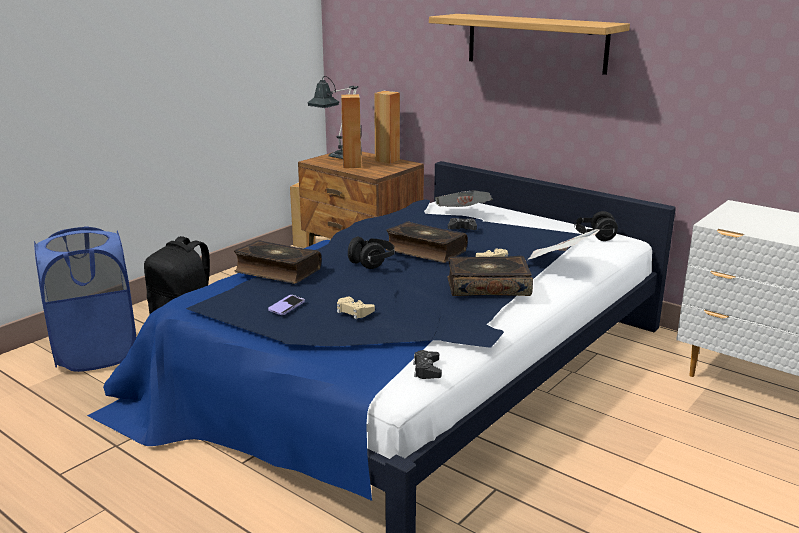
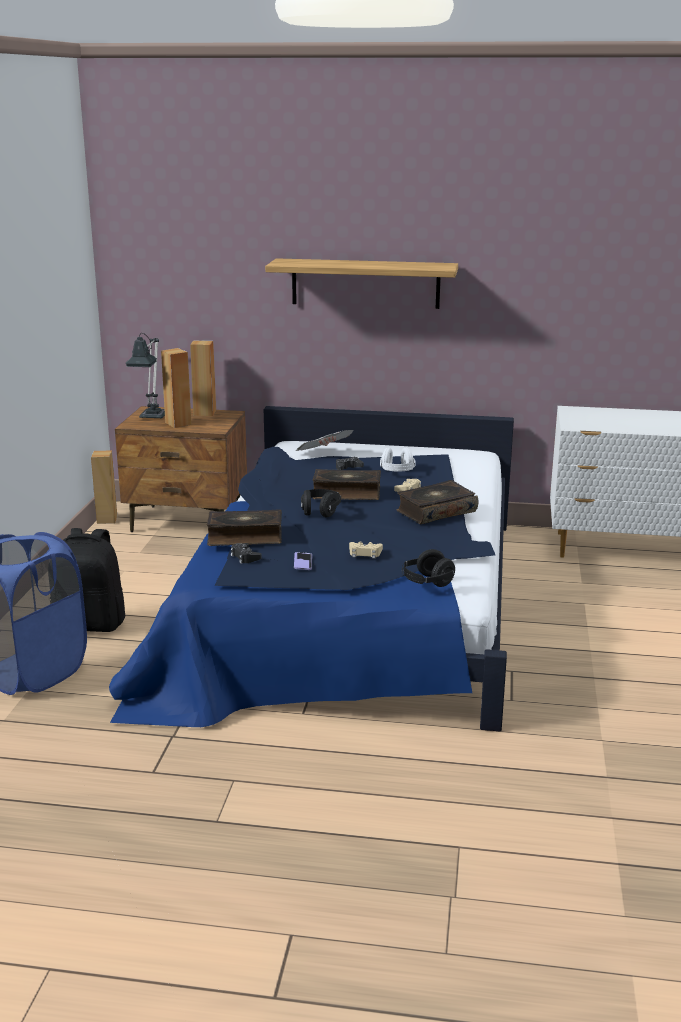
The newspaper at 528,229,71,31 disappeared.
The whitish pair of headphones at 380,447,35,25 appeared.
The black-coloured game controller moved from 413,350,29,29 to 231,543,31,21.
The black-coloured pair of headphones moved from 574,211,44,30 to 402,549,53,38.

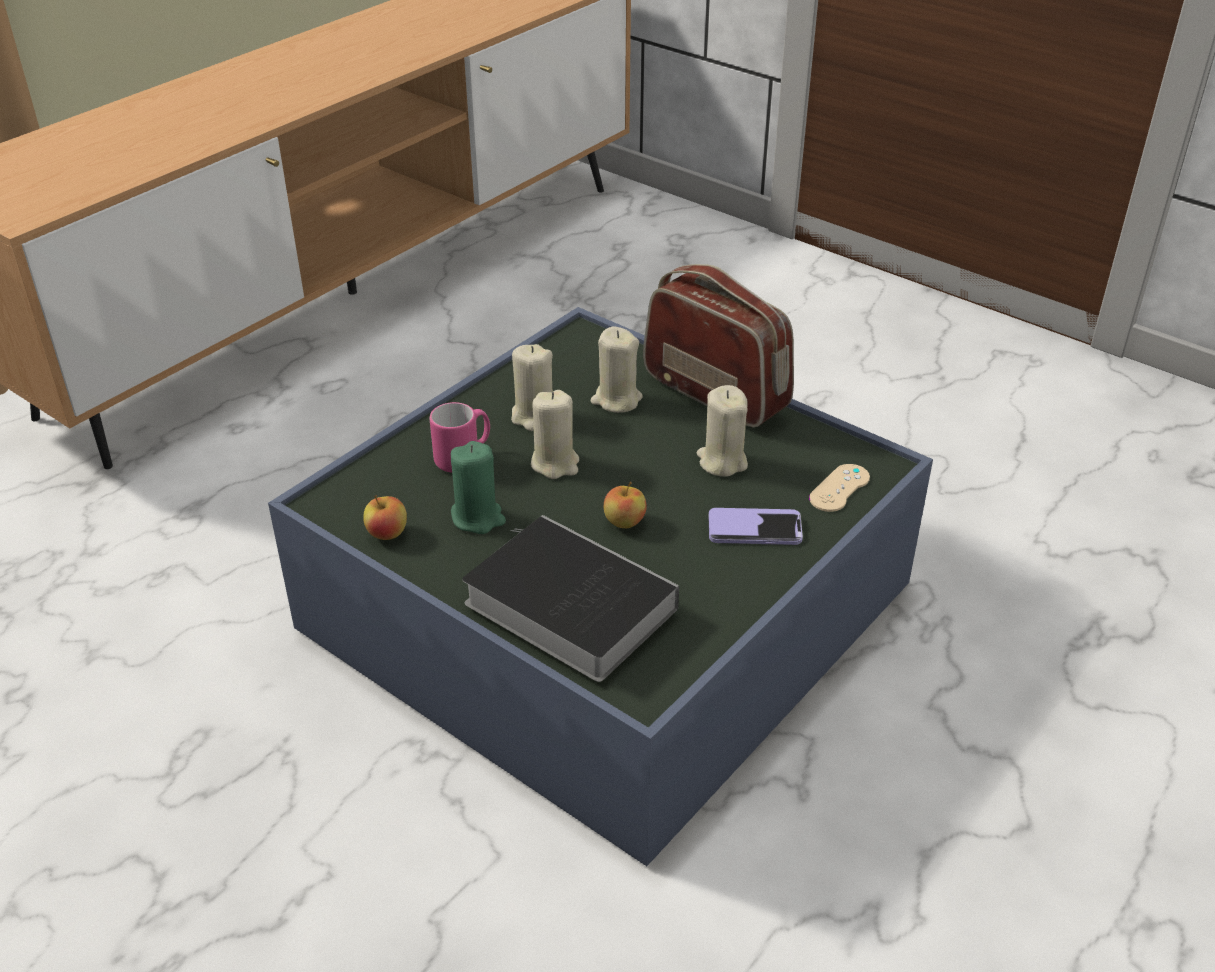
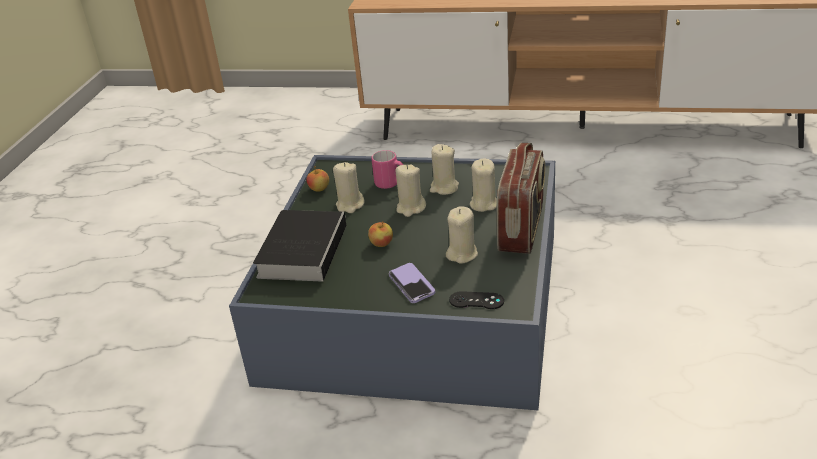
The greenish wax light at 451,441,55,93 became the beige wax light at 333,162,32,51.
The beige game controller at 809,464,61,48 became the black-coloured game controller at 449,291,55,18.

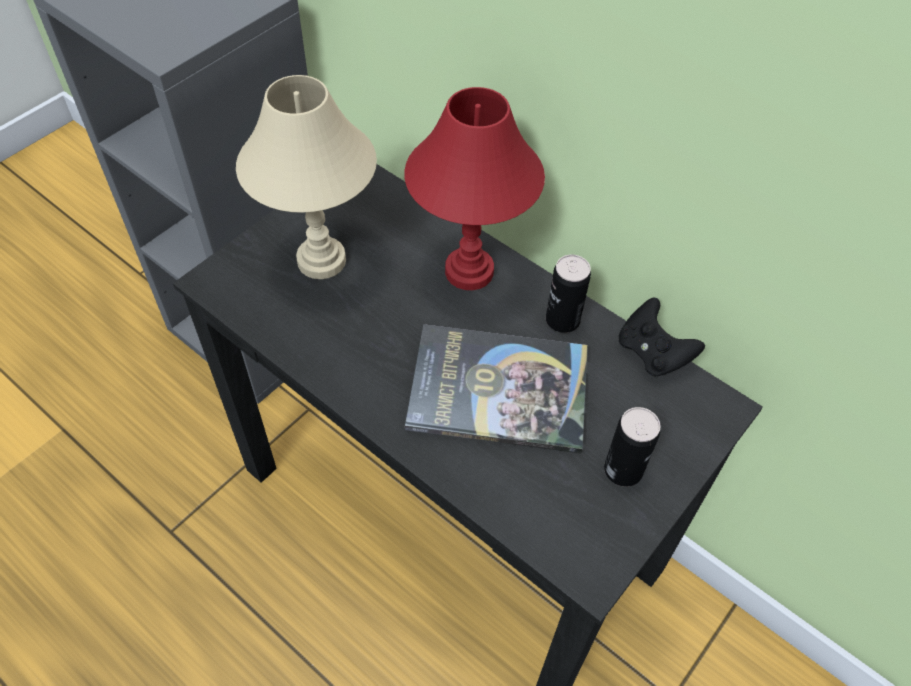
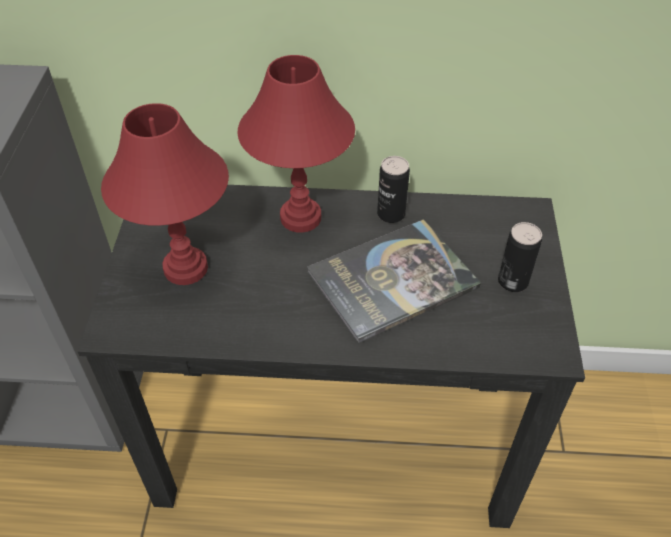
The black-coloured game controller at 619,298,86,78 disappeared.
The beige tabletop lamp at 236,75,141,204 became the red tabletop lamp at 101,103,128,182.

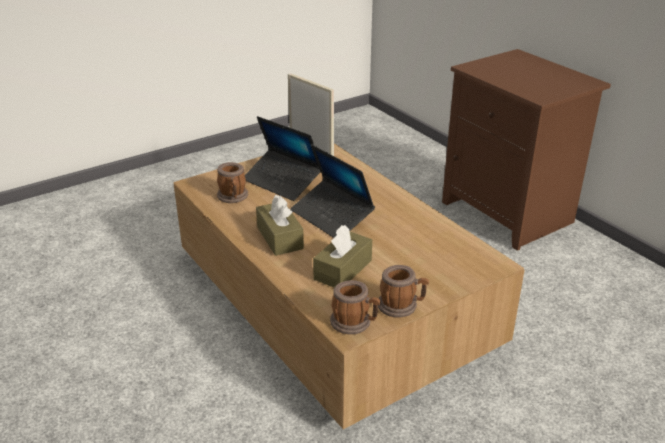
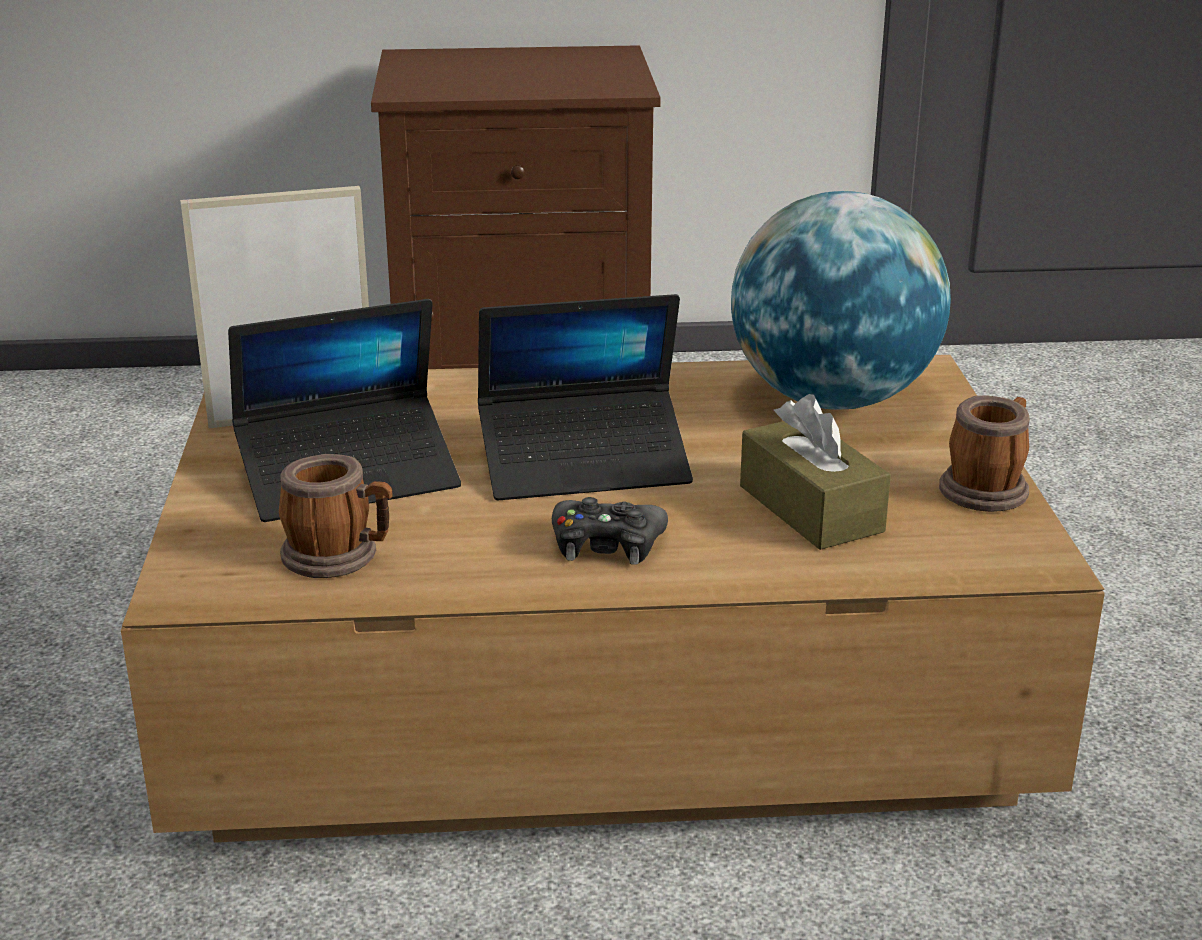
The mug at 330,280,50,54 disappeared.
The globe at 731,191,220,219 appeared.
The brown box of tissues at 256,195,48,61 was replaced by the black-coloured game controller at 552,497,116,68.

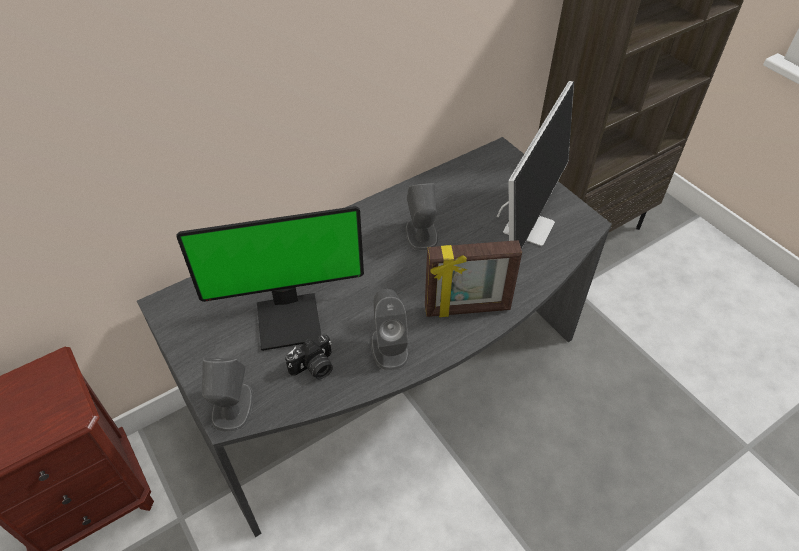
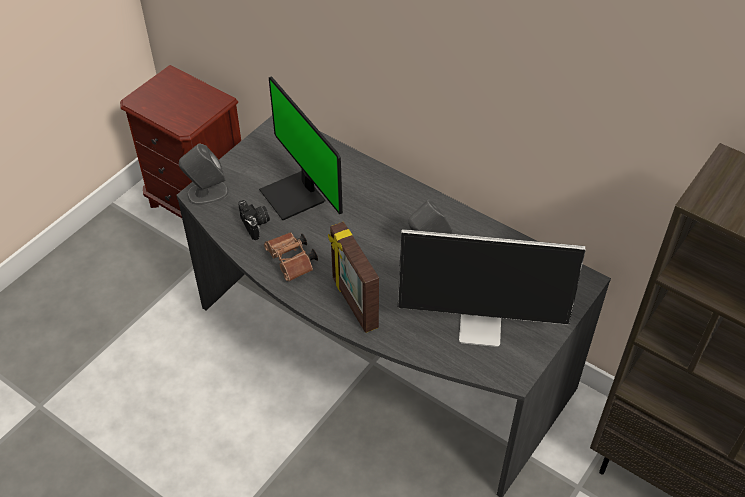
The grey speaker at 371,289,38,82 was replaced by the brown pair of binoculars at 264,232,54,49.
The photo camera at 285,335,48,44 turned 150 degrees counterclockwise.

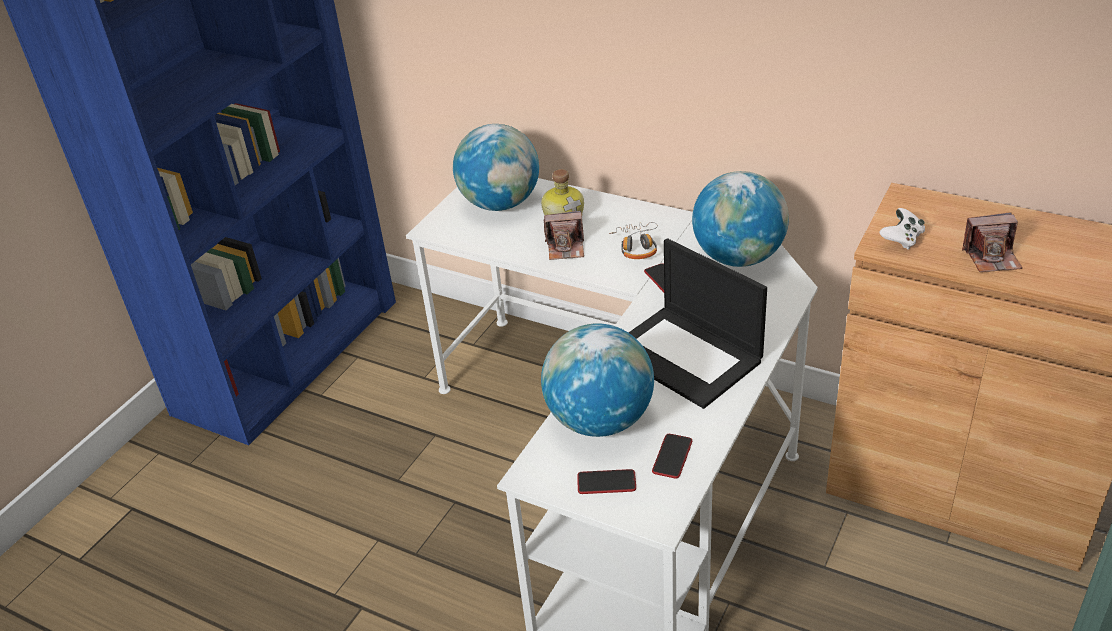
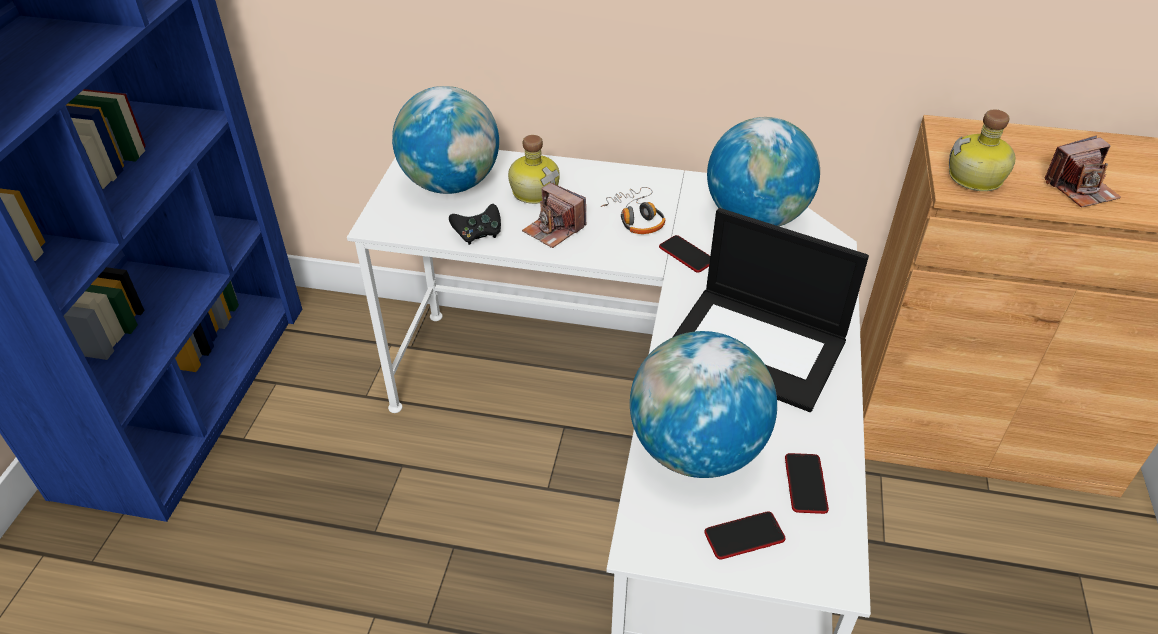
The black-coloured game controller at 449,204,52,41 appeared.
The whitish game controller at 879,208,46,42 was replaced by the beverage bottle at 949,109,66,82.
The photo camera at 543,211,41,49 turned 60 degrees clockwise.

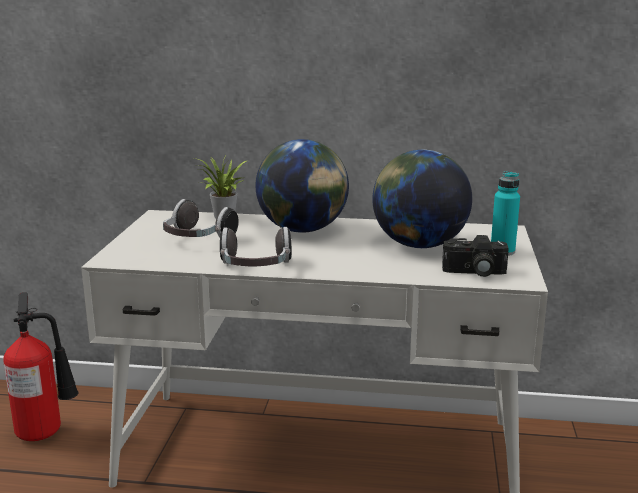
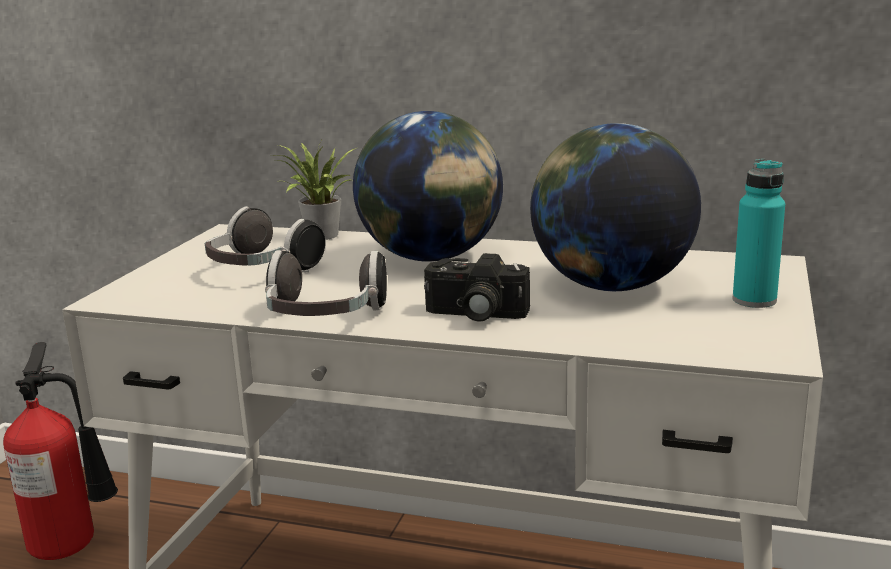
The photo camera moved from 442,235,67,42 to 424,253,106,69.

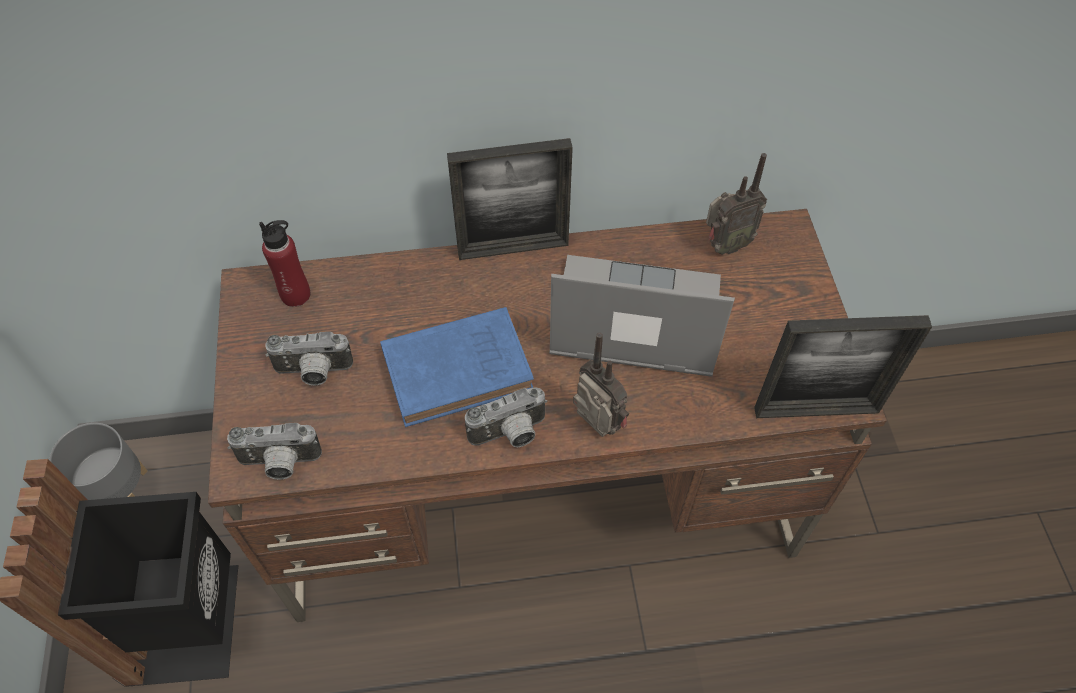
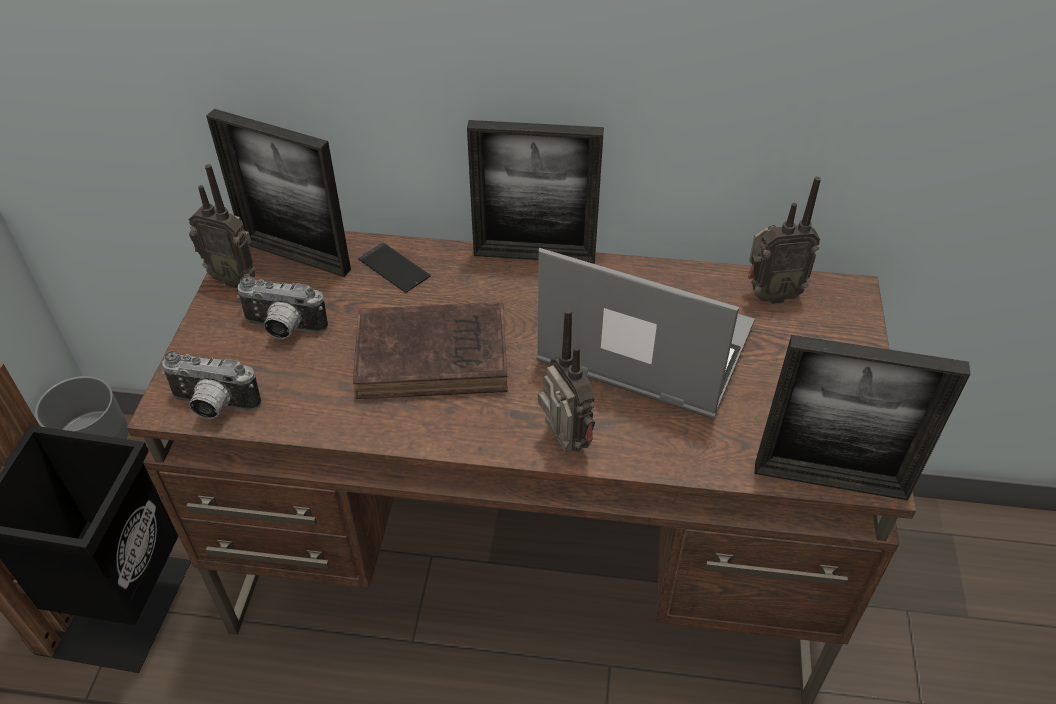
The photo camera at 465,388,83,59 disappeared.
The radio set at 189,164,67,124 appeared.
The telephone at 358,242,73,51 appeared.
The red beverage bottle at 259,220,52,87 was replaced by the standing frame at 206,109,145,168.
The blue-coloured volume at 380,307,154,120 became the brown volume at 353,302,155,97.

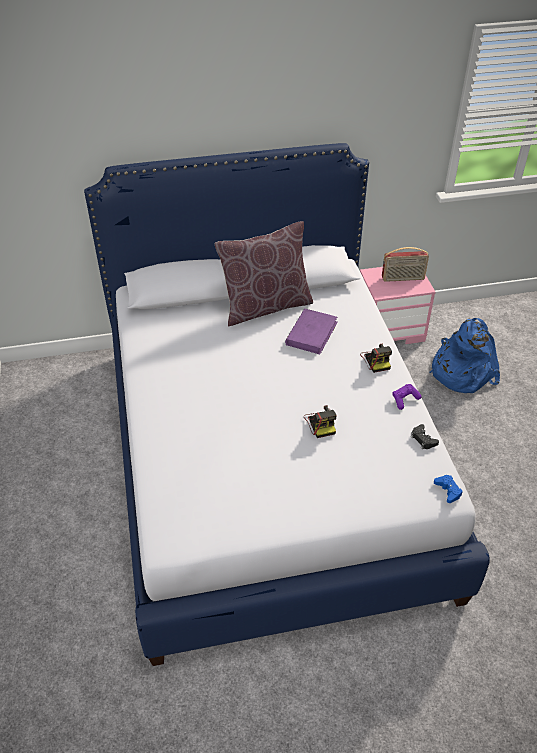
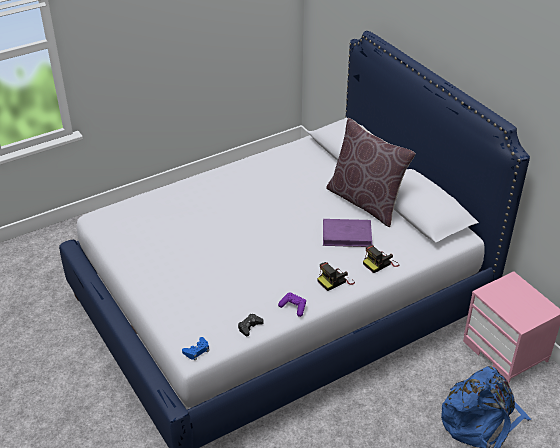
The radio set at 382,247,47,35 disappeared.
The photo camera moved from 304,405,32,33 to 363,245,36,28.

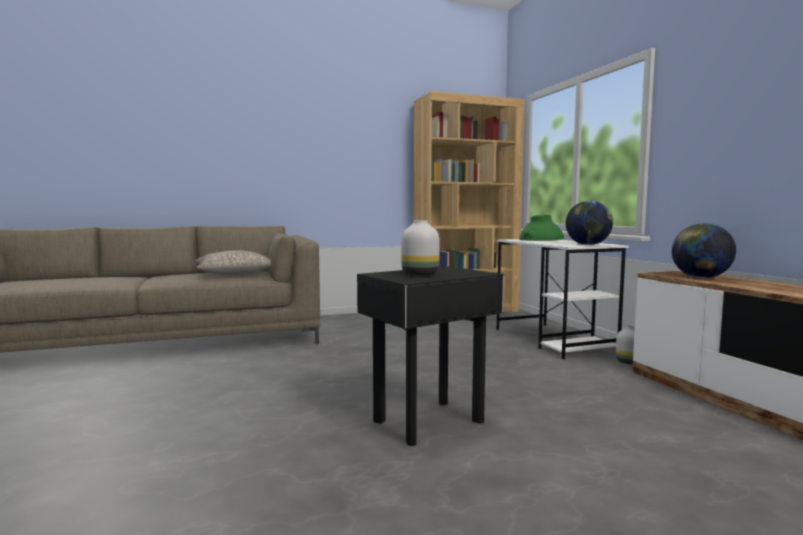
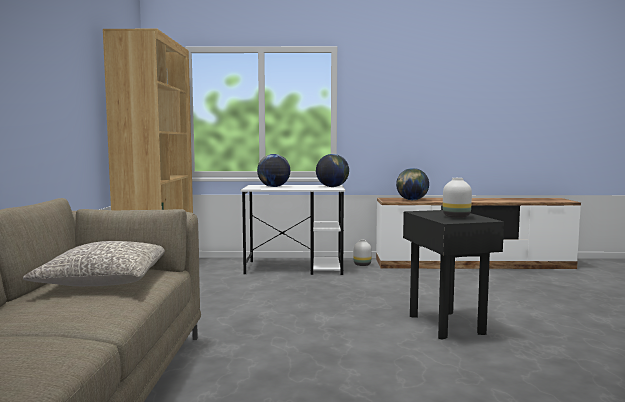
The greenish decorative vase at 519,215,45,26 was replaced by the globe at 257,154,34,33.

